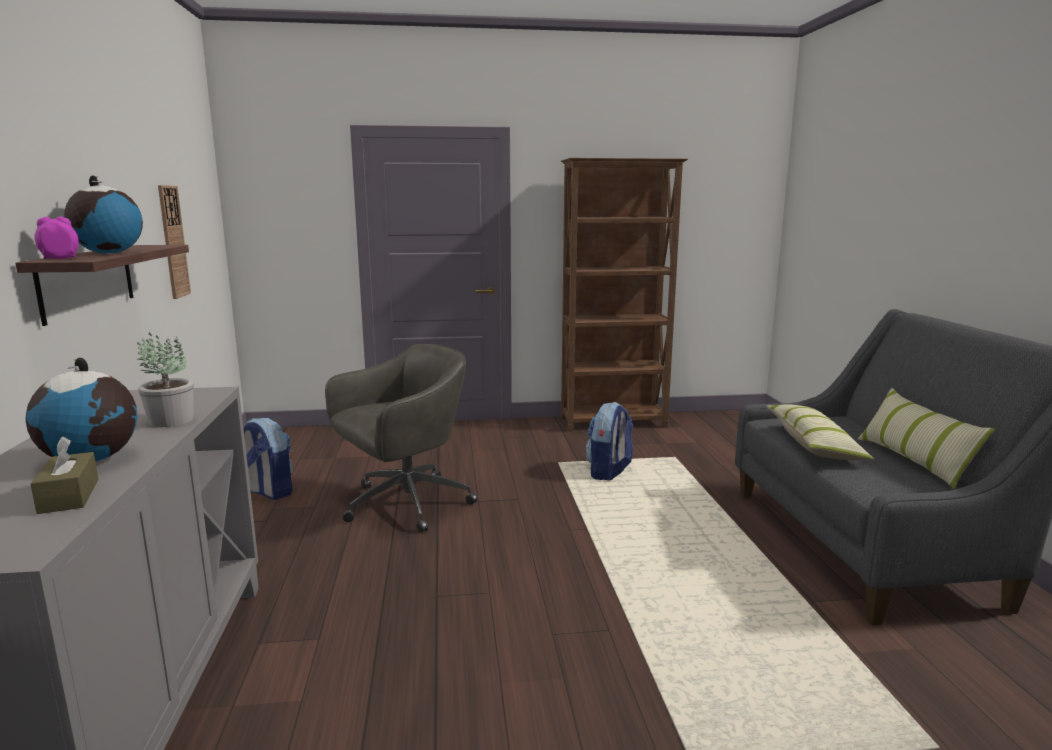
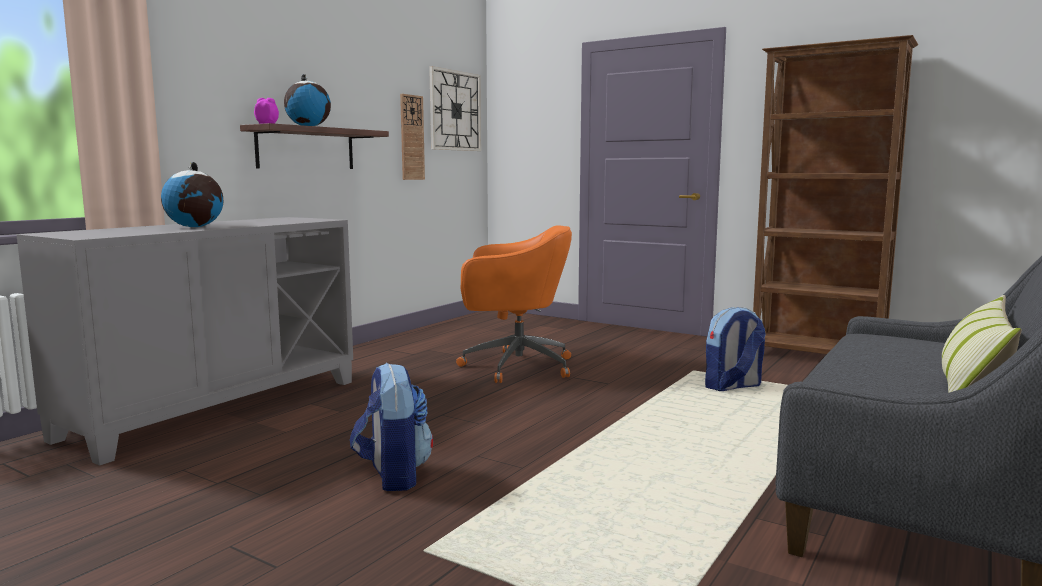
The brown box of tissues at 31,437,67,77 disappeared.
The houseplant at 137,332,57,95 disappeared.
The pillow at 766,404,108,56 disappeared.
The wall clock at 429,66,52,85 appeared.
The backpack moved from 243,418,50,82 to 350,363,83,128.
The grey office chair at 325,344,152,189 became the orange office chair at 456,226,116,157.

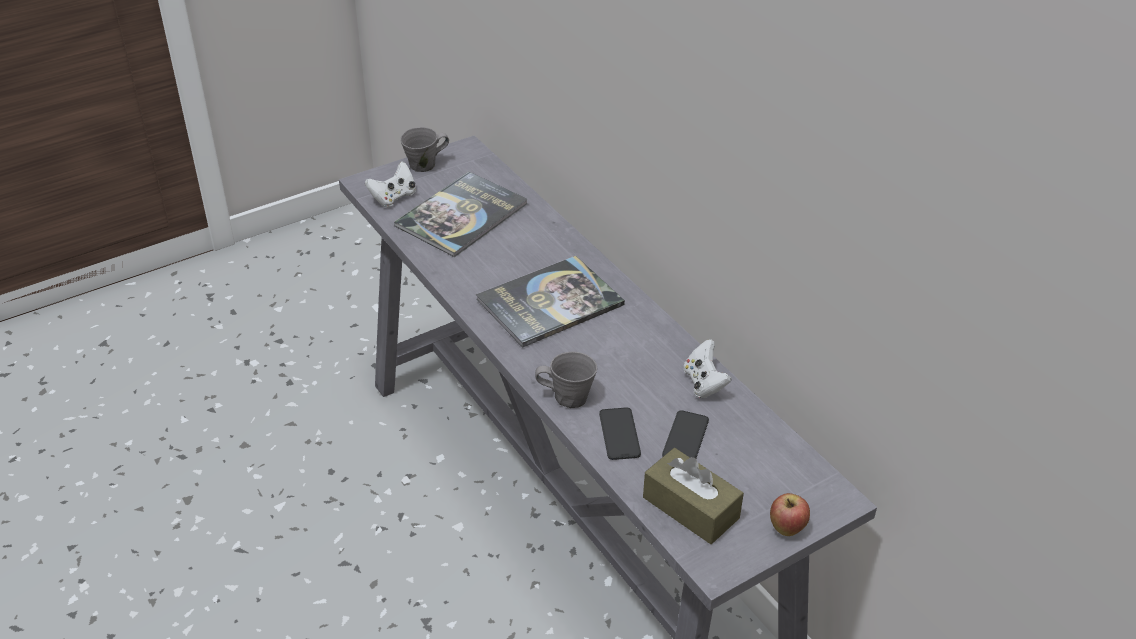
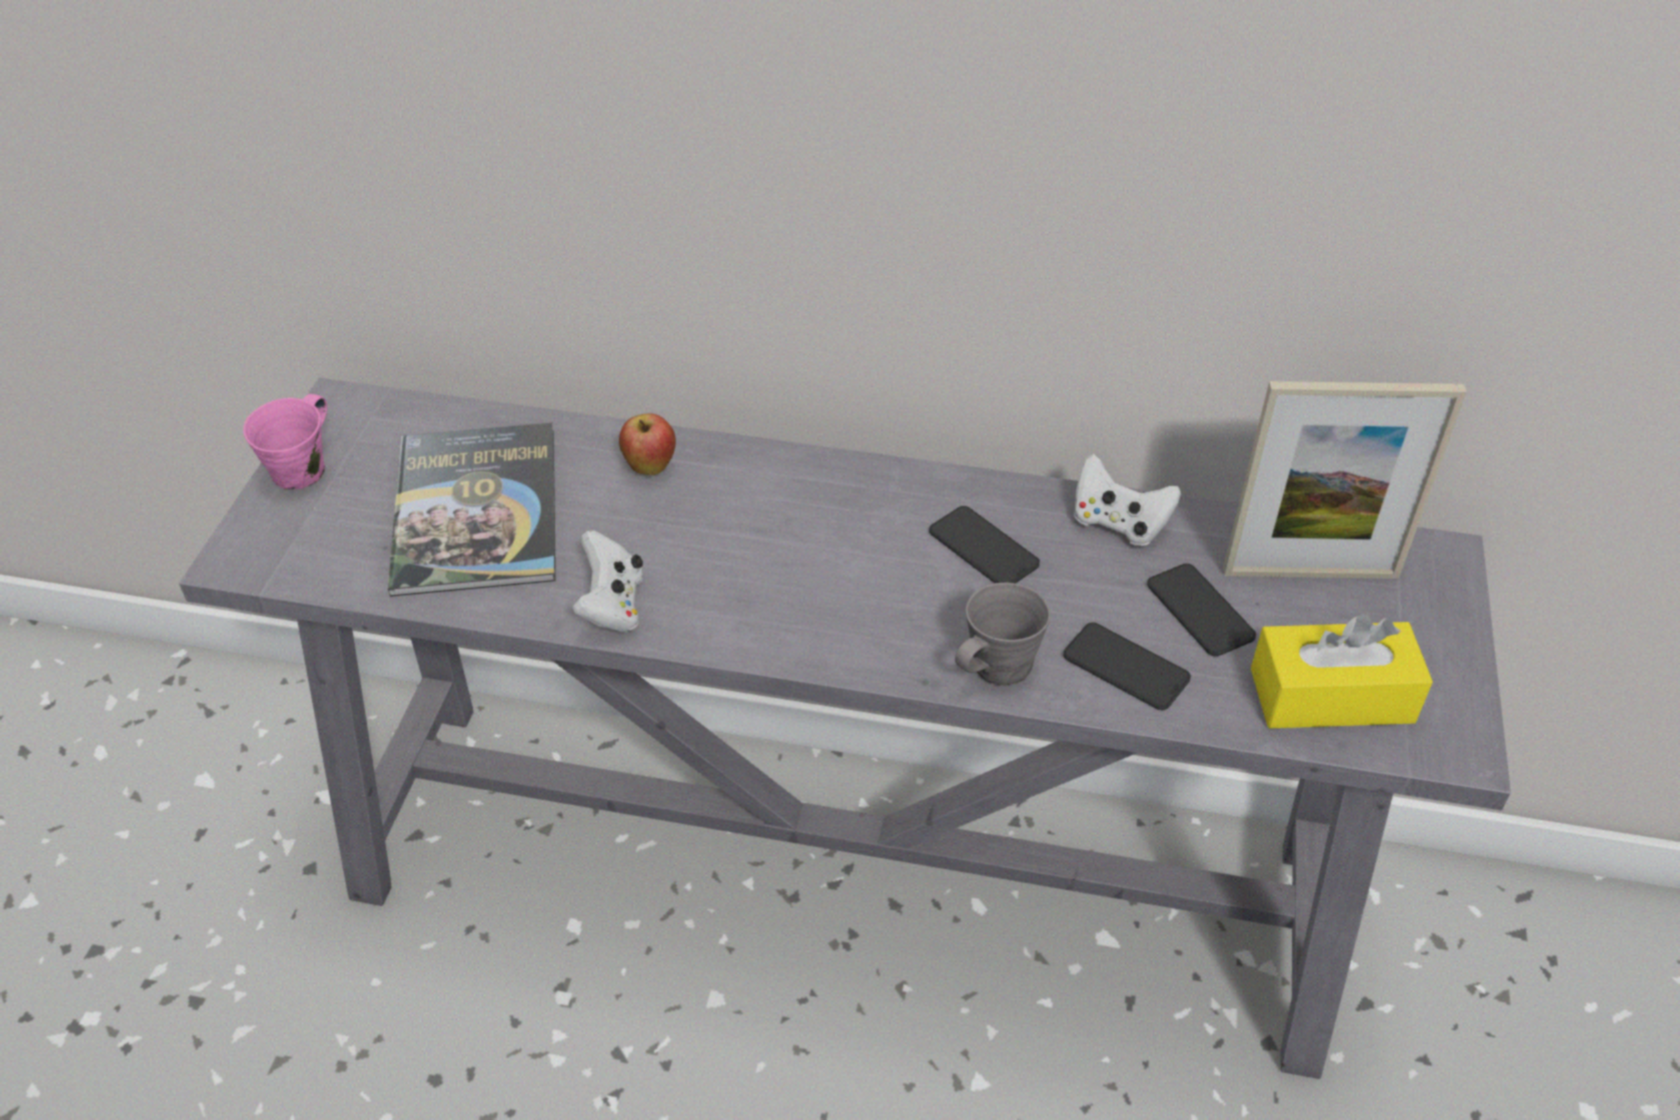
The volume at 476,256,149,92 disappeared.
The telephone at 929,506,111,77 appeared.
The standing frame at 1223,381,244,198 appeared.
The whitish game controller moved from 365,162,51,45 to 572,531,71,101.
The apple fruit moved from 770,493,40,43 to 619,413,57,62.
The grey mug at 400,127,49,45 became the pinkish mug at 243,394,84,95.
The brown box of tissues at 643,448,101,96 became the yellowish box of tissues at 1251,614,182,114.

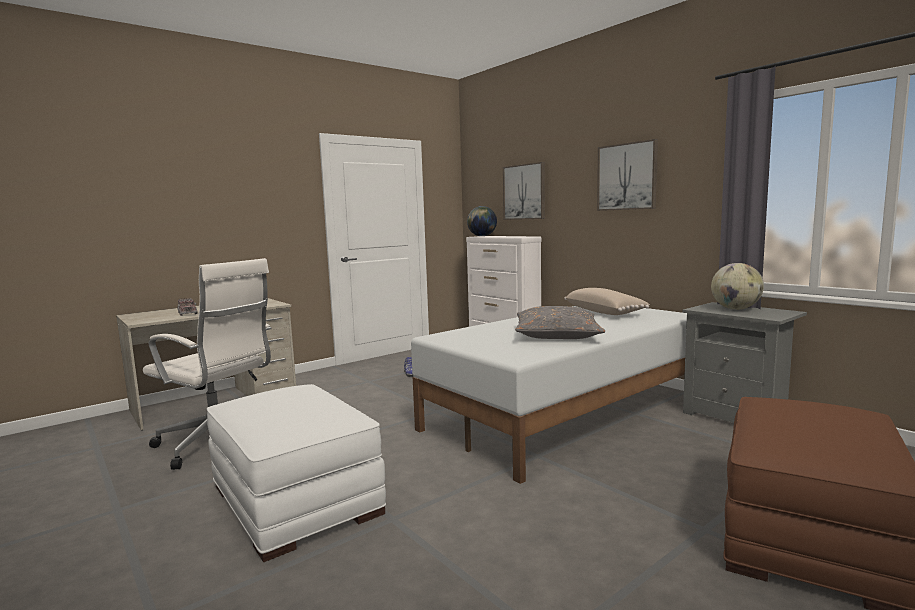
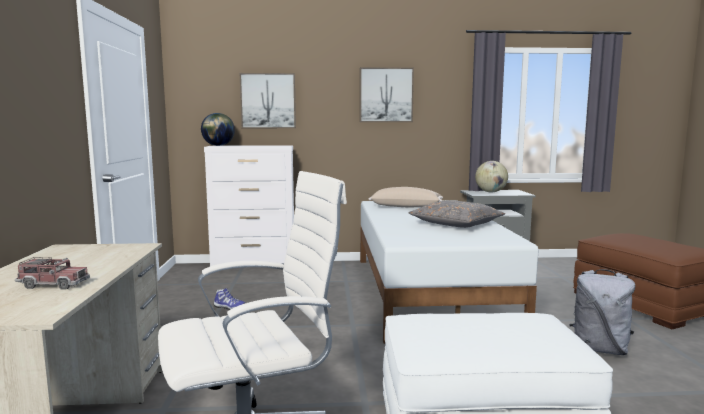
The grey backpack at 570,269,65,86 appeared.

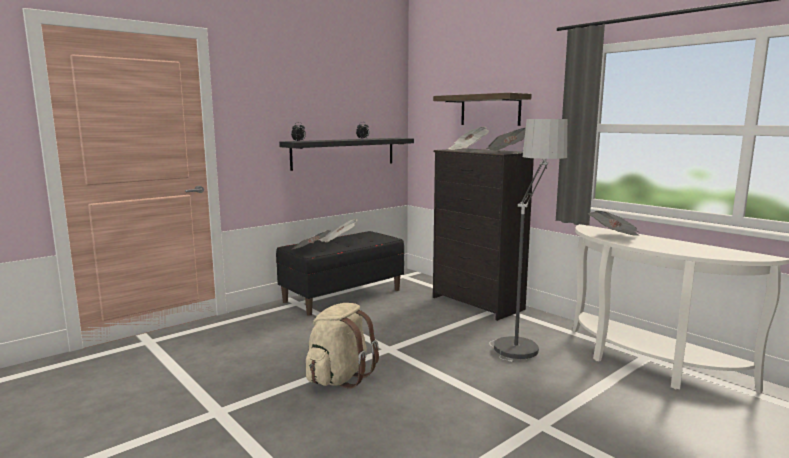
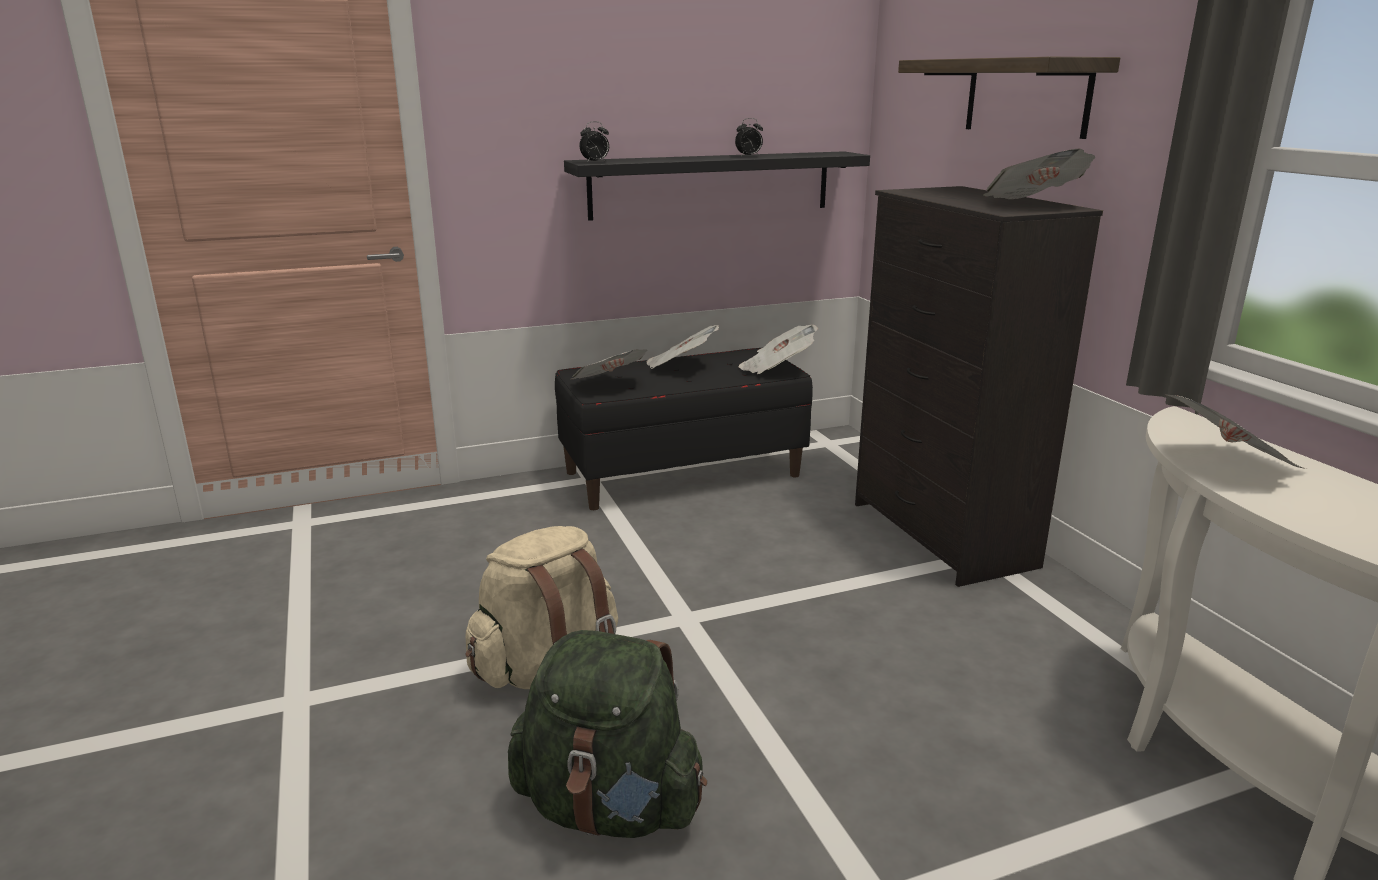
The standing lamp at 489,119,79,243 disappeared.
The greenish backpack at 508,630,199,208 appeared.
The newspaper moved from 448,127,41,23 to 739,325,79,49.

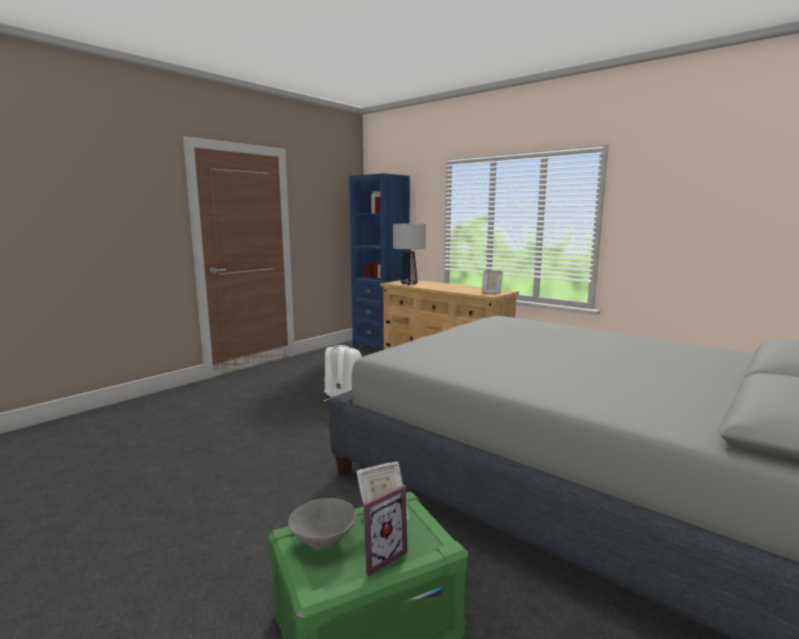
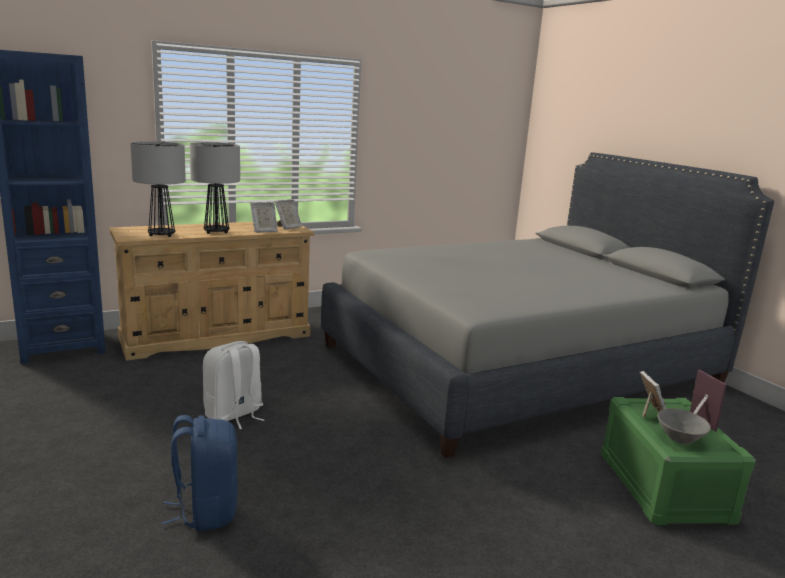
The blue-coloured backpack at 161,415,76,116 appeared.
The tabletop lamp at 190,142,50,92 appeared.
The standing frame at 250,202,28,31 appeared.

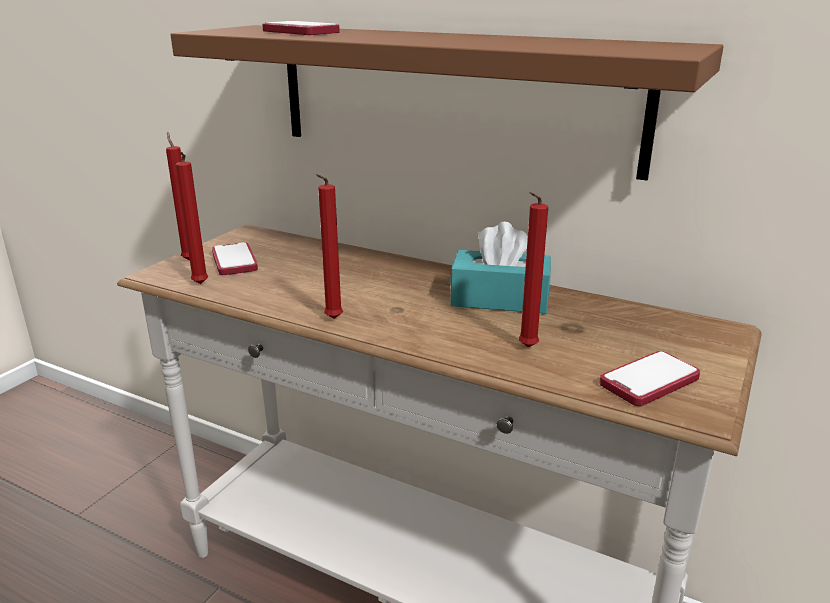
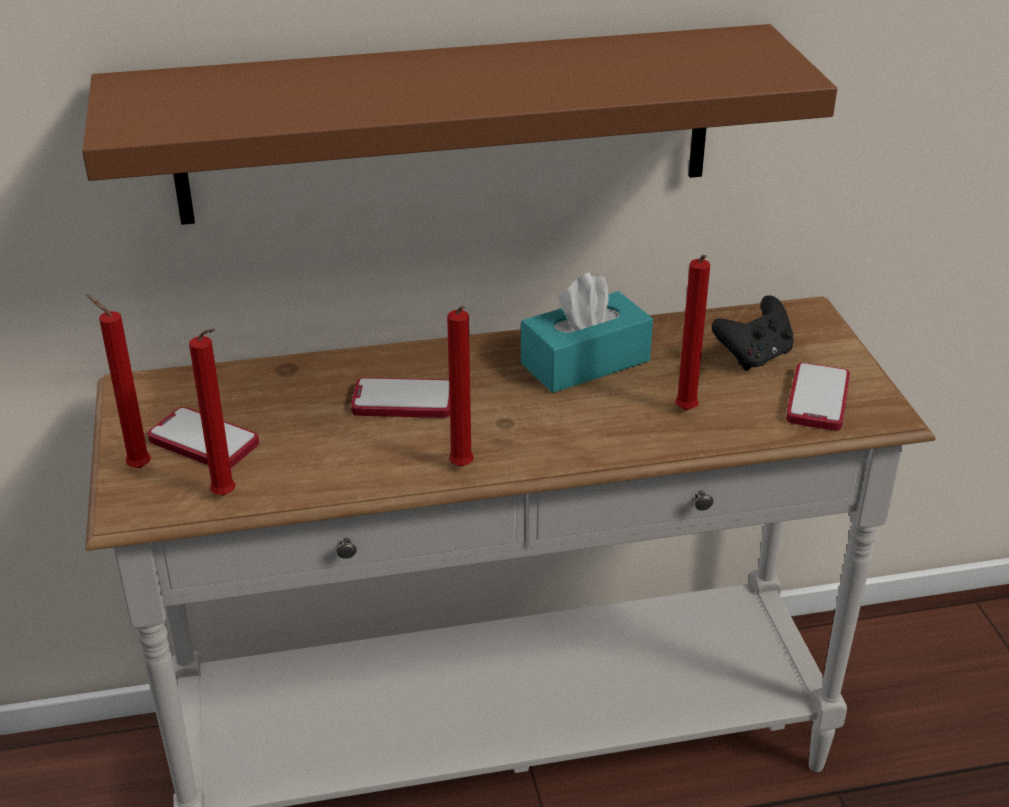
The black-coloured game controller at 712,295,82,76 appeared.
The telephone moved from 262,21,78,14 to 351,378,99,40.

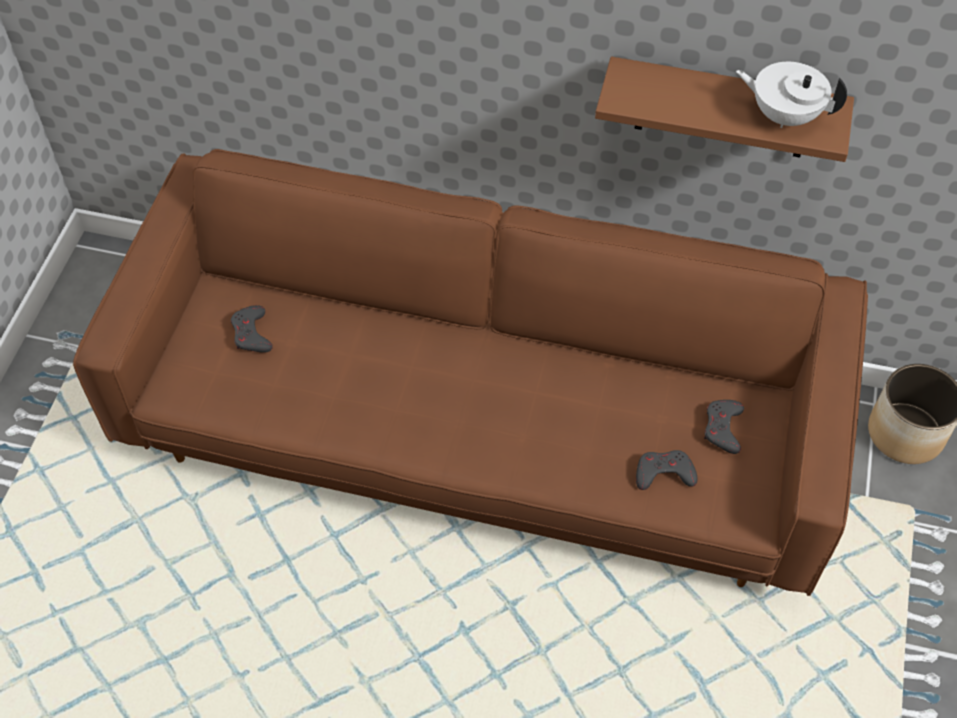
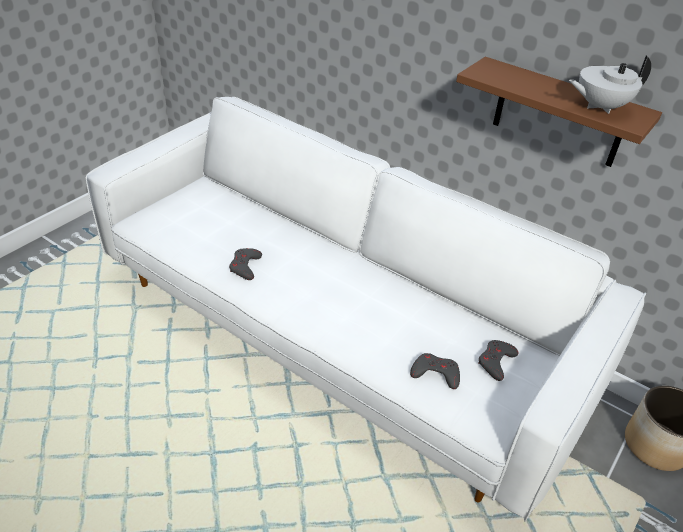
The grey game controller moved from 231,305,42,48 to 229,248,33,32.
The brown couch at 73,149,795,447 became the whitish couch at 86,97,560,425.
The whitish tea pot at 736,62,111,66 turned 60 degrees counterclockwise.

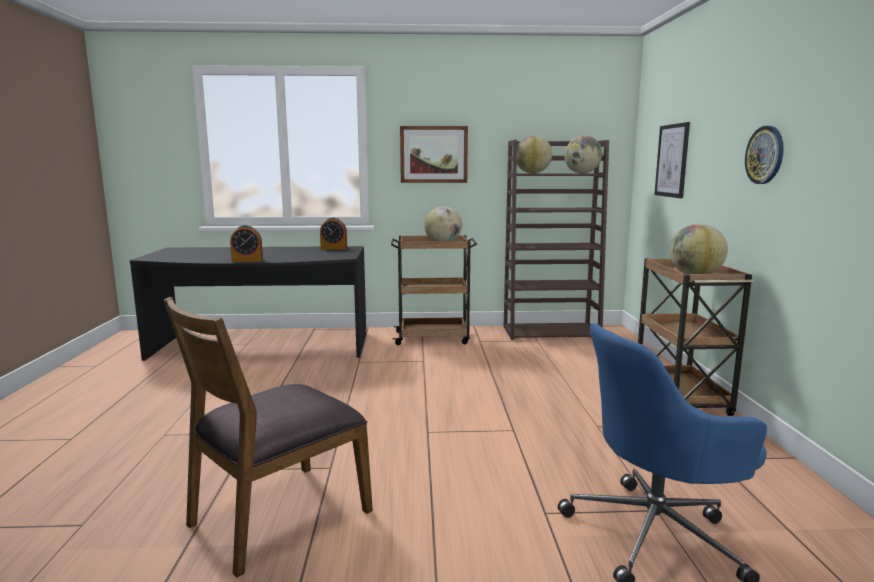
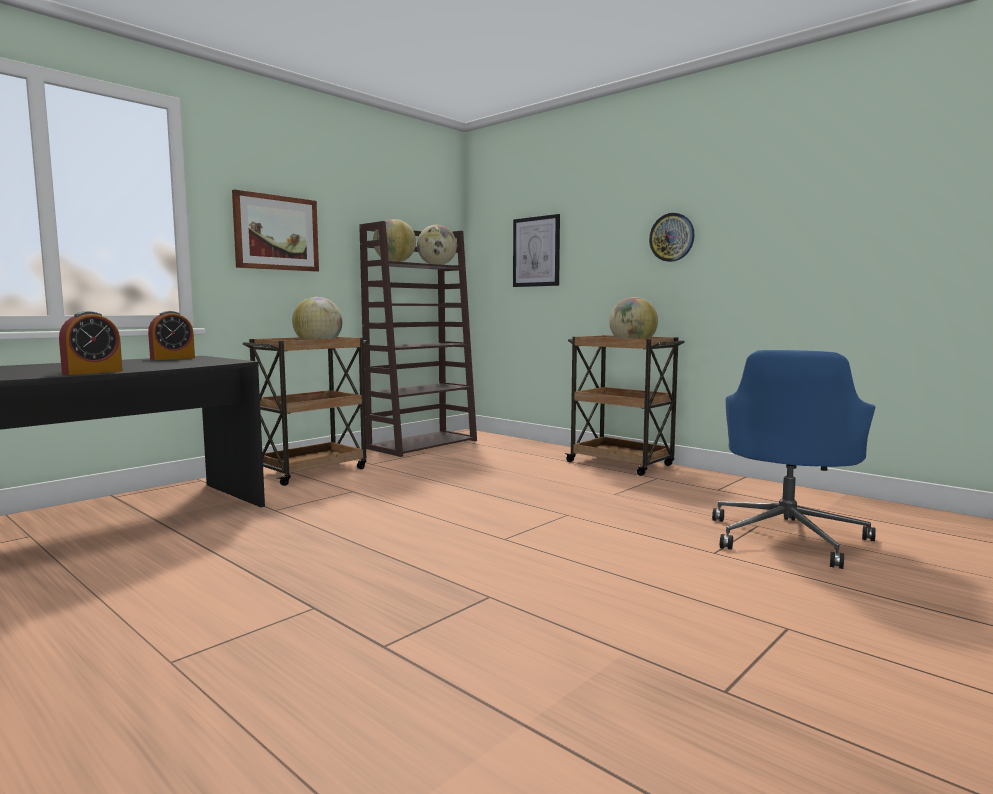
The brown plain chair at 164,297,209,281 disappeared.

